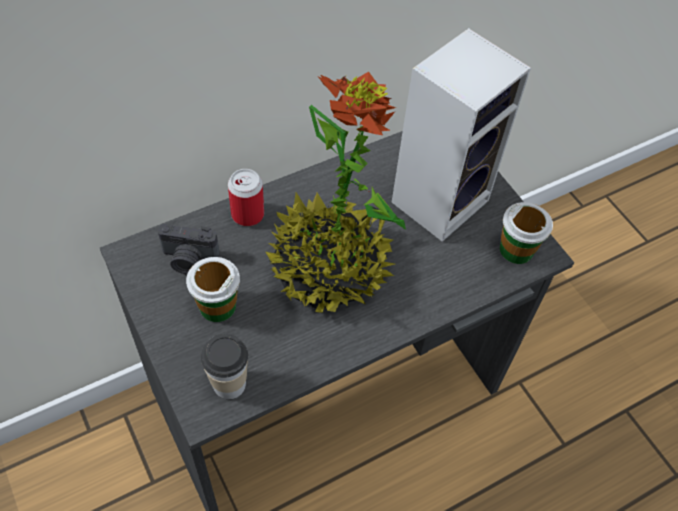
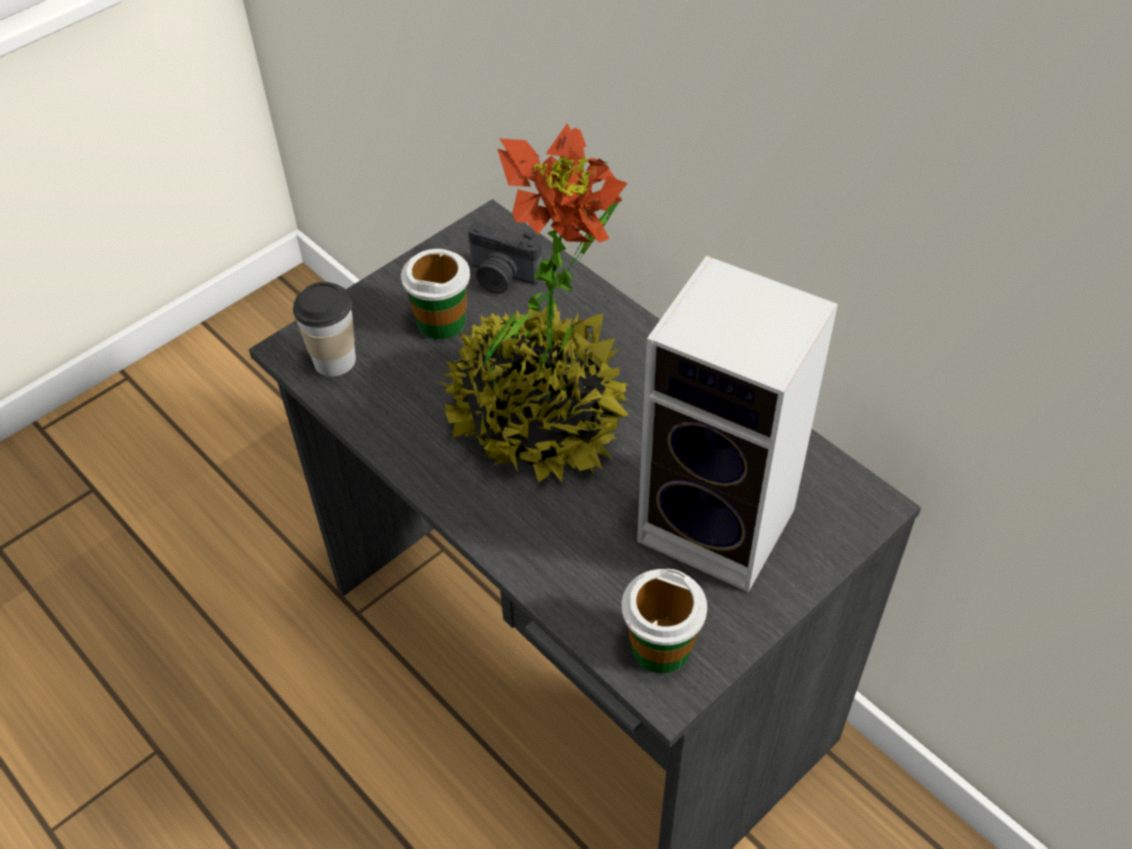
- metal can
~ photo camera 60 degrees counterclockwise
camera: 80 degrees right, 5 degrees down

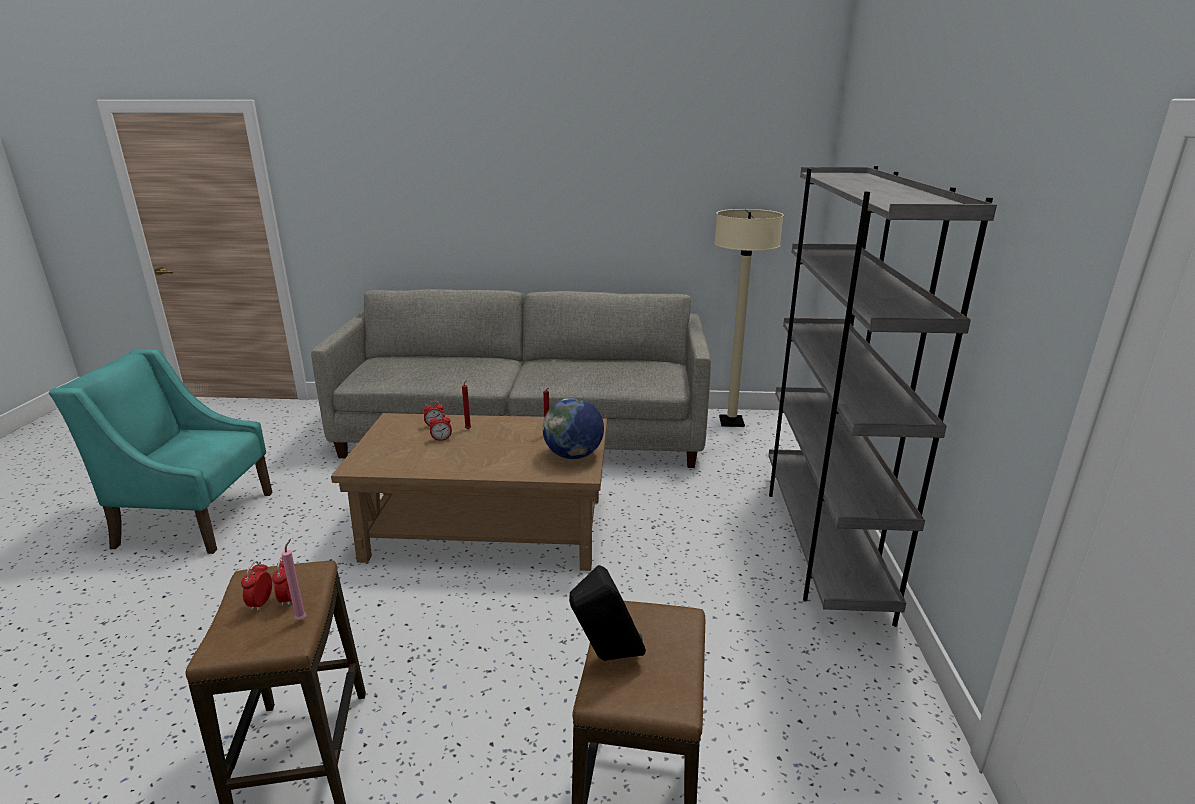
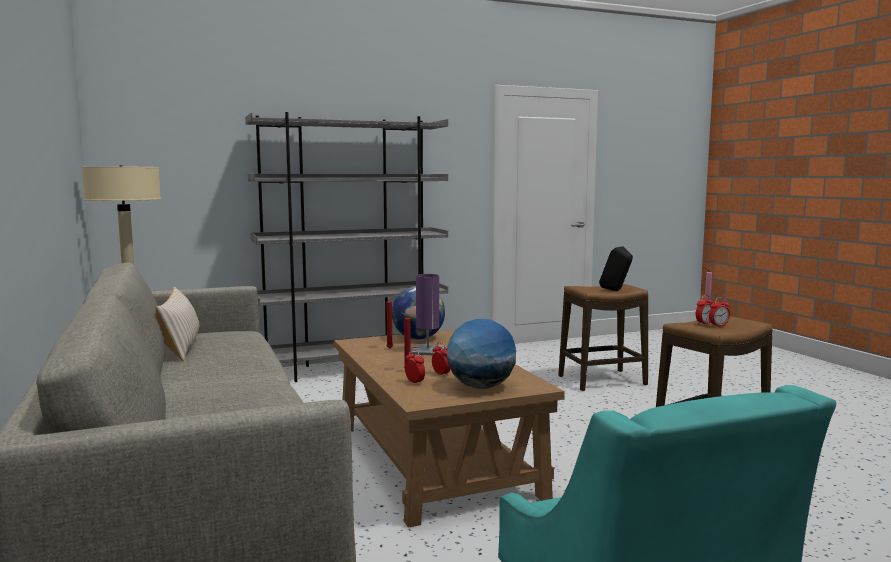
+ sand-coloured cushion
+ purplish table lamp
+ world globe (no. 2 from left)
camera: 115 degrees left, 15 degrees down

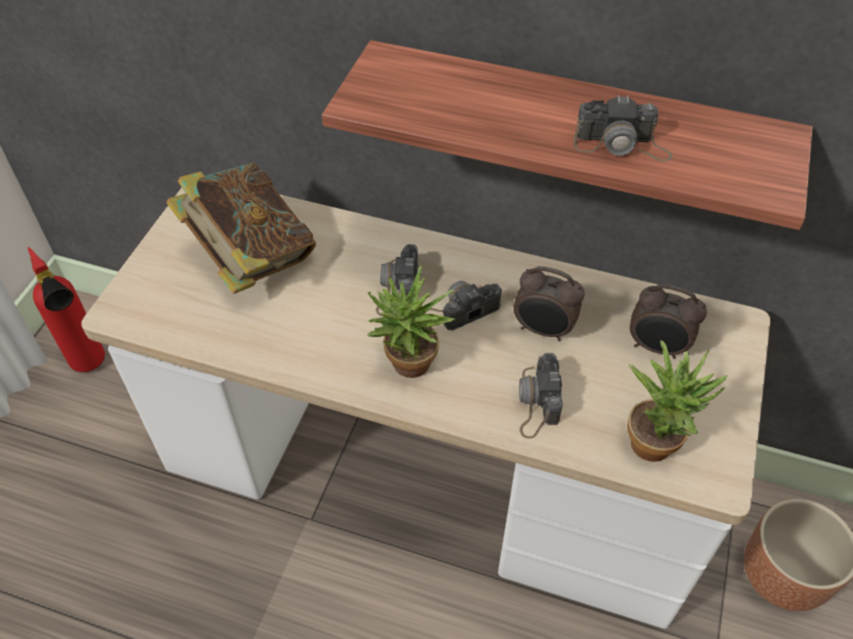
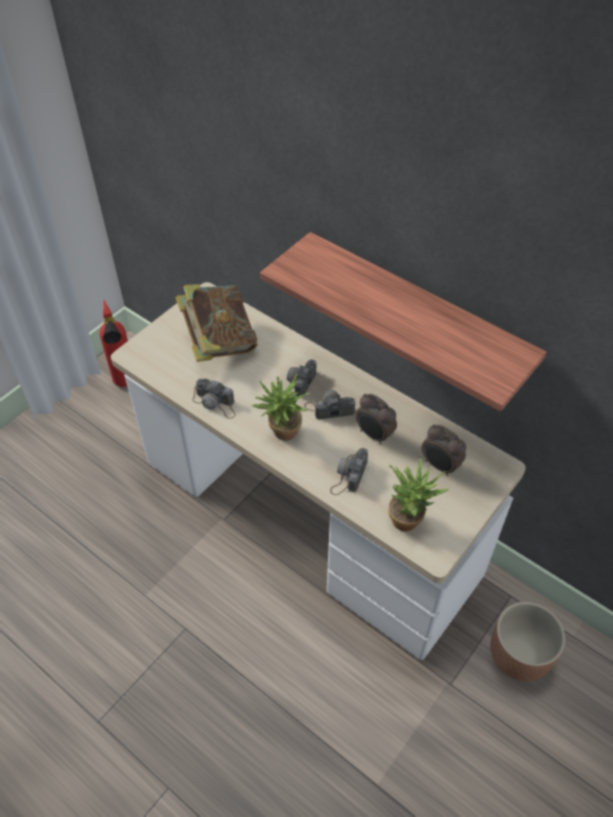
~ photo camera (no. 4 from left in the first image) to photo camera (no. 1 from left)
camera: 20 degrees right, 0 degrees up

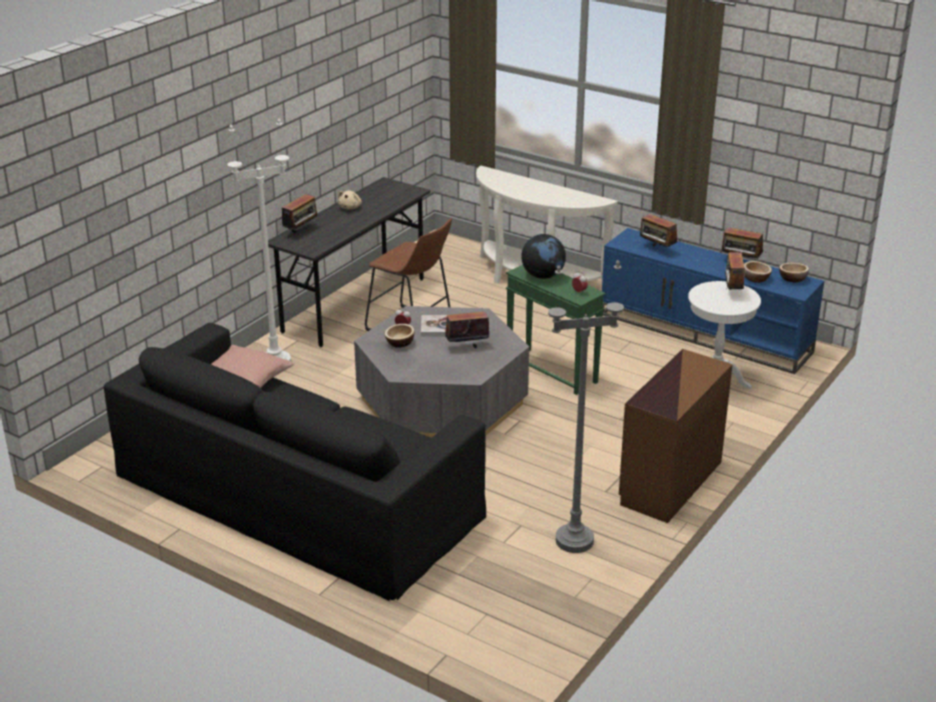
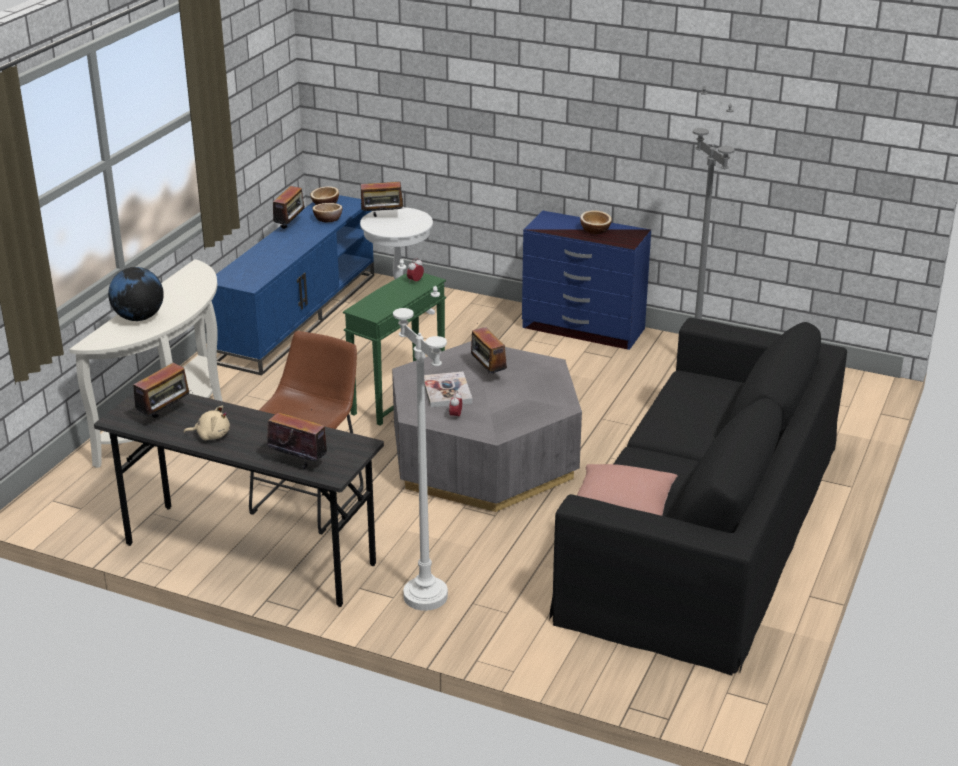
~ bowl (no. 1 from left in the first image) to bowl (no. 3 from left)
~ world globe
~ radio set (no. 3 from left in the first image) to radio set (no. 1 from left)
~ brown-coloured chest of drawers to blue chest of drawers
camera: 100 degrees left, 0 degrees up

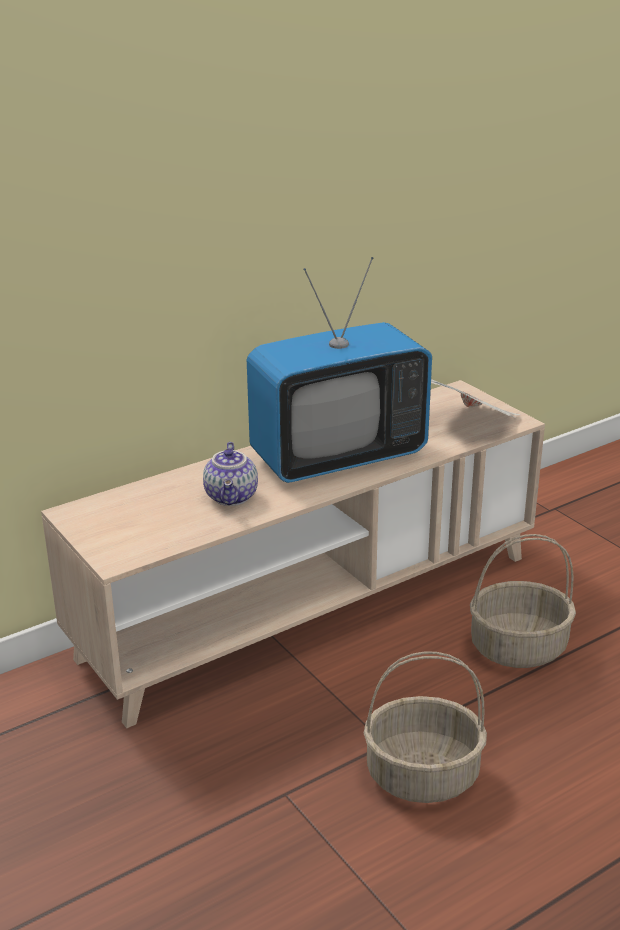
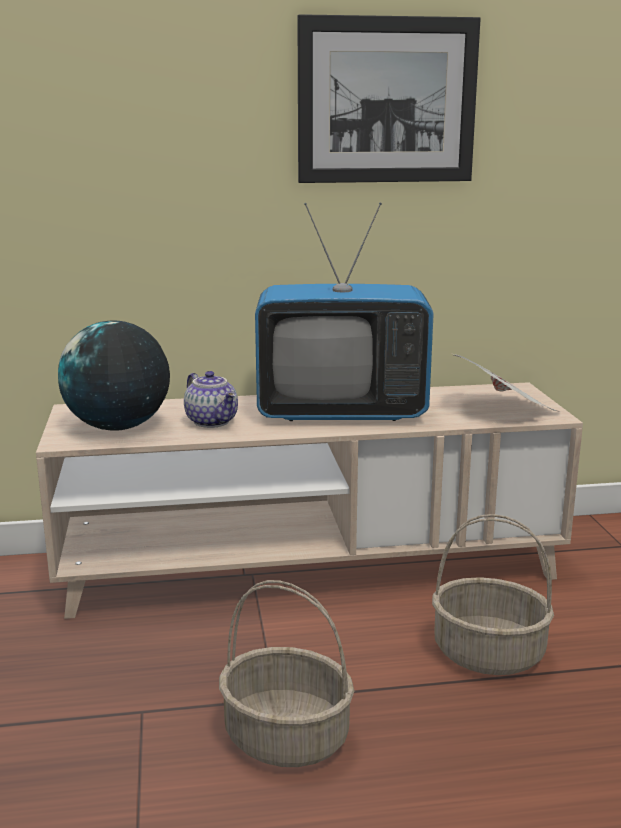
+ world globe
+ wall picture
~ teapot 60 degrees counterclockwise
camera: 25 degrees right, 10 degrees down

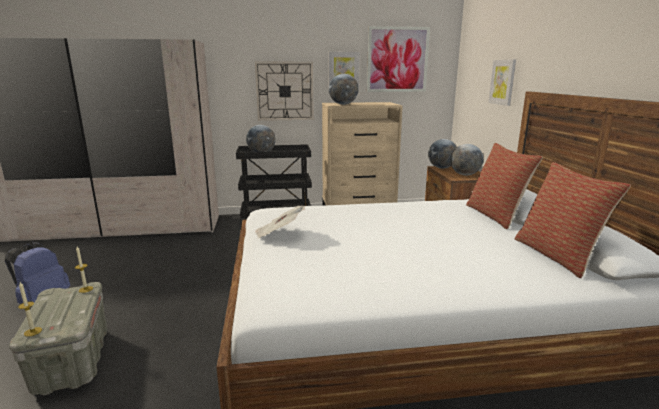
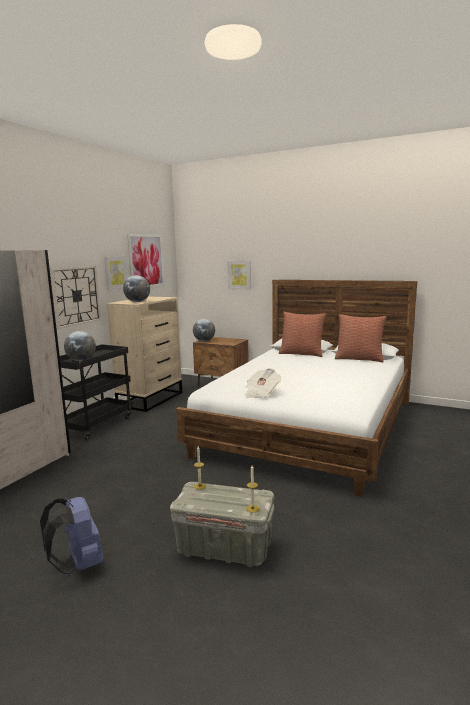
- world globe (no. 4 from left)
camera: 55 degrees left, 5 degrees down

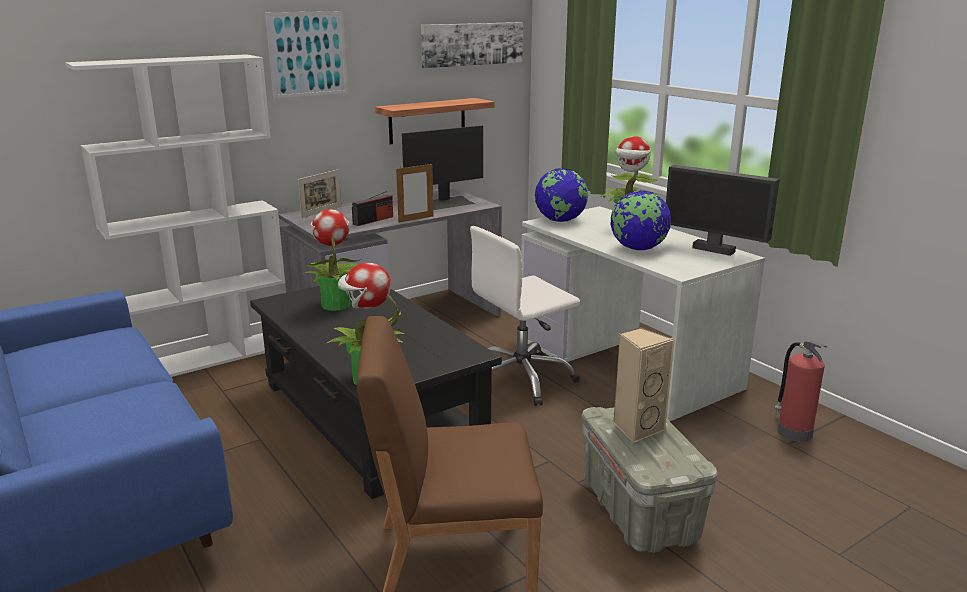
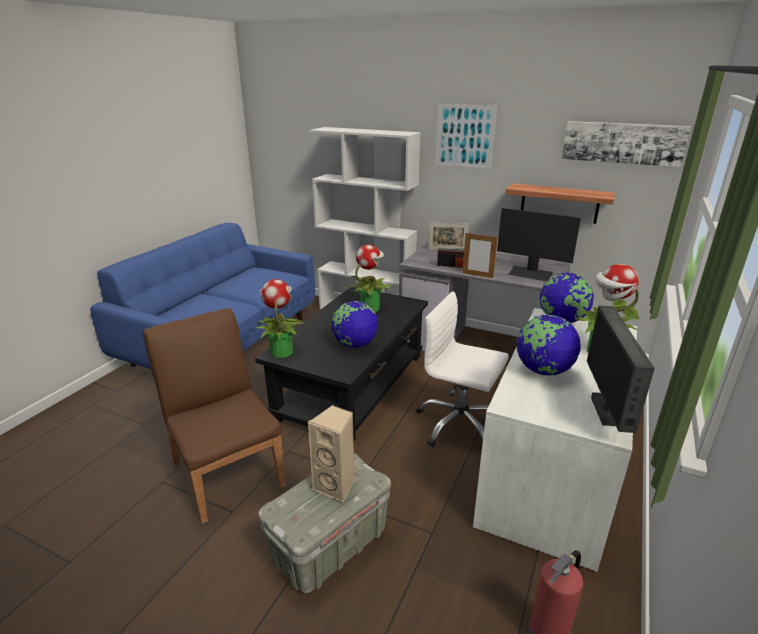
+ world globe (no. 1 from left)
camera: 60 degrees right, 5 degrees up

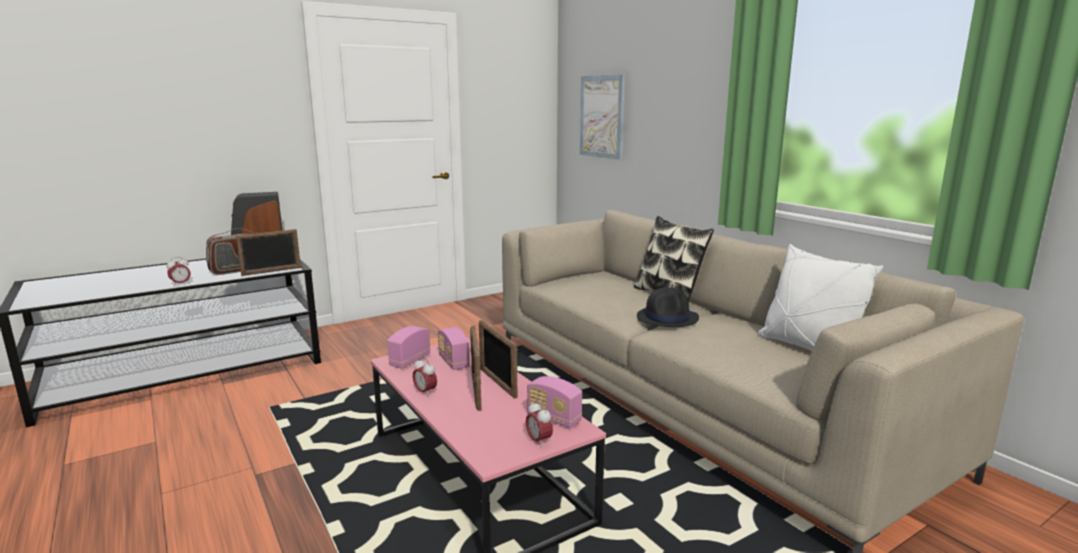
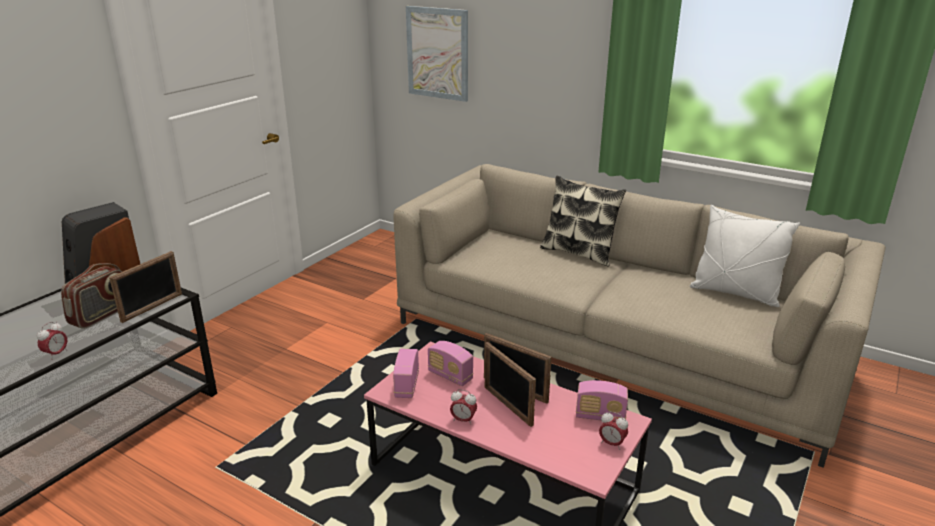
- black-coloured hat
camera: 25 degrees left, 10 degrees up

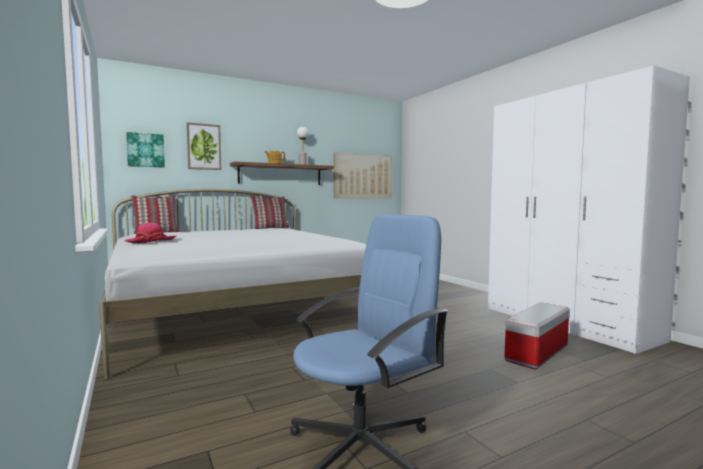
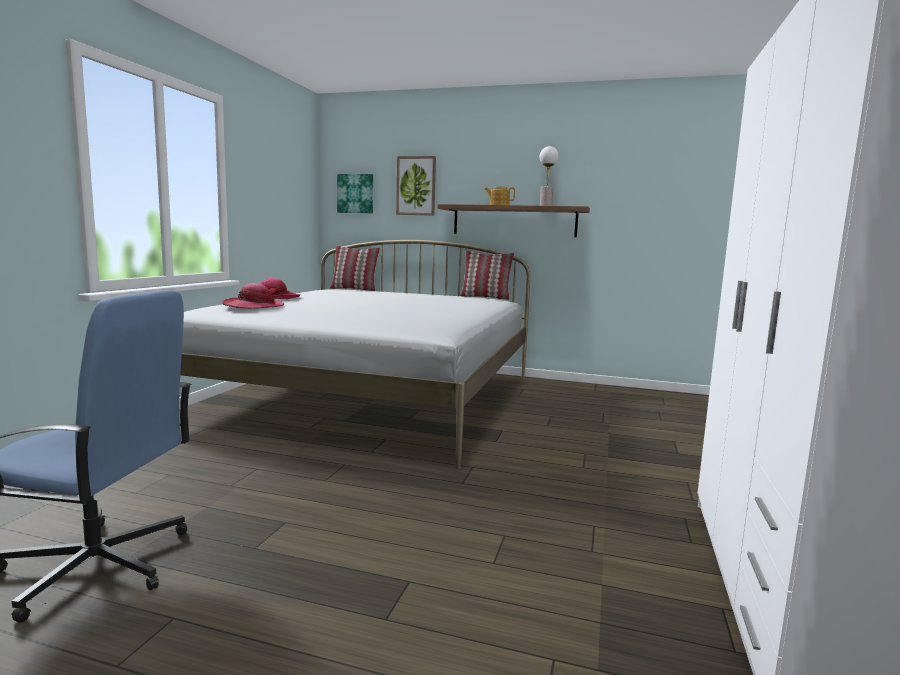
- wall picture (no. 3 from left)
- storage container
+ hat (no. 1 from left)
camera: 45 degrees right, 5 degrees up

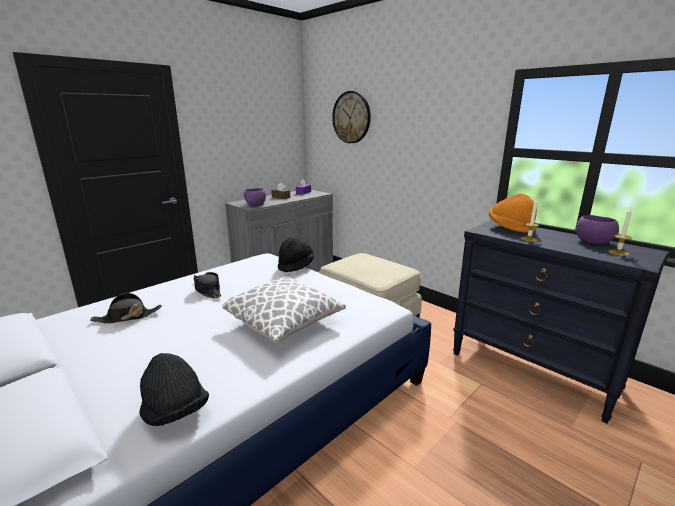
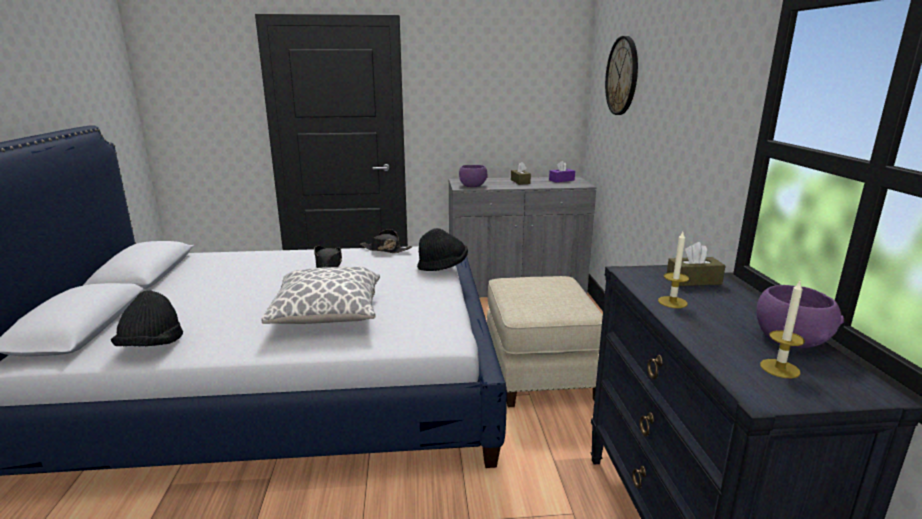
~ black-coloured hat (no. 1 from left in the first image) to black-coloured hat (no. 3 from left)
~ orange-coloured hat to brown-coloured tissue box (no. 2 from left)
camera: 40 degrees right, 0 degrees up

